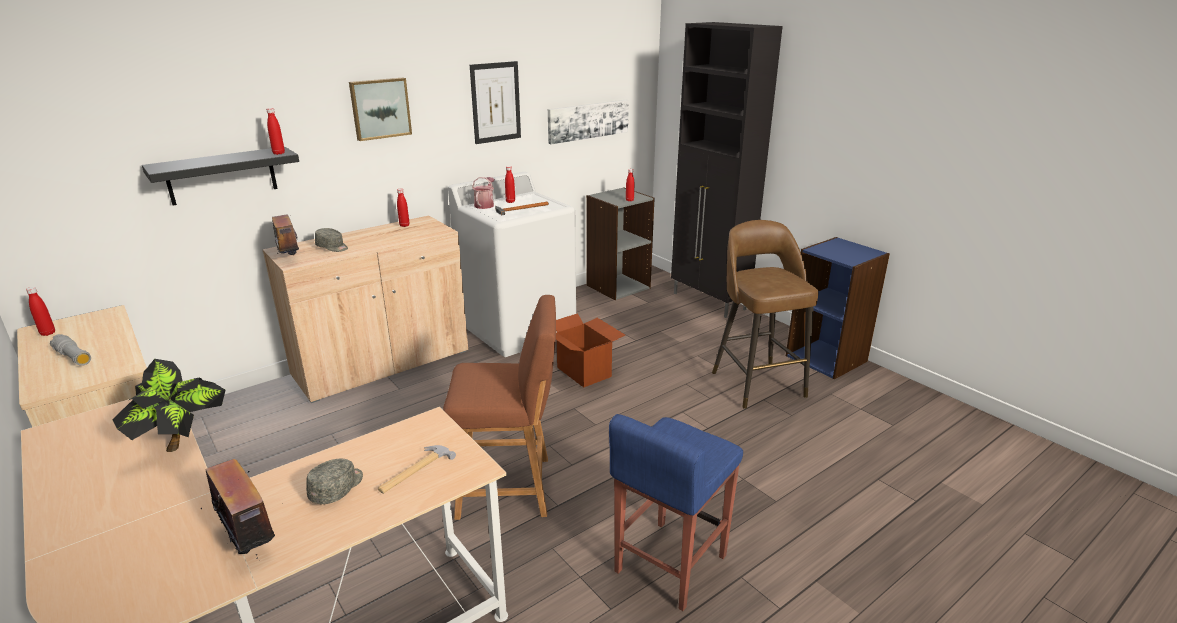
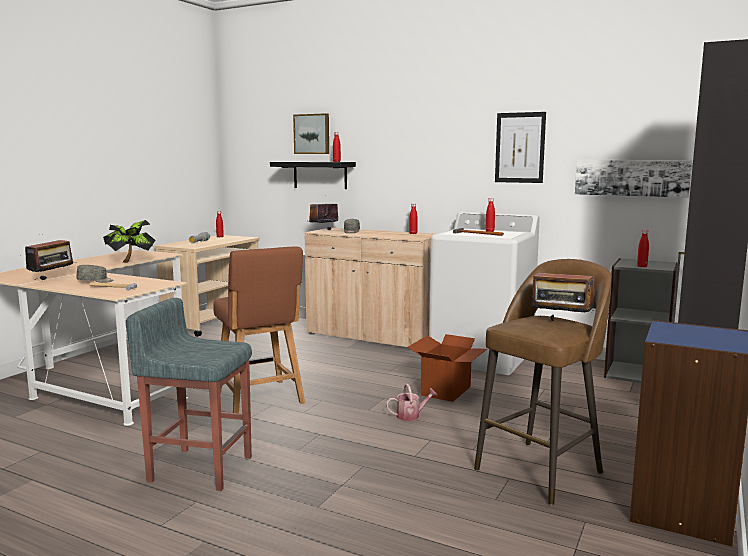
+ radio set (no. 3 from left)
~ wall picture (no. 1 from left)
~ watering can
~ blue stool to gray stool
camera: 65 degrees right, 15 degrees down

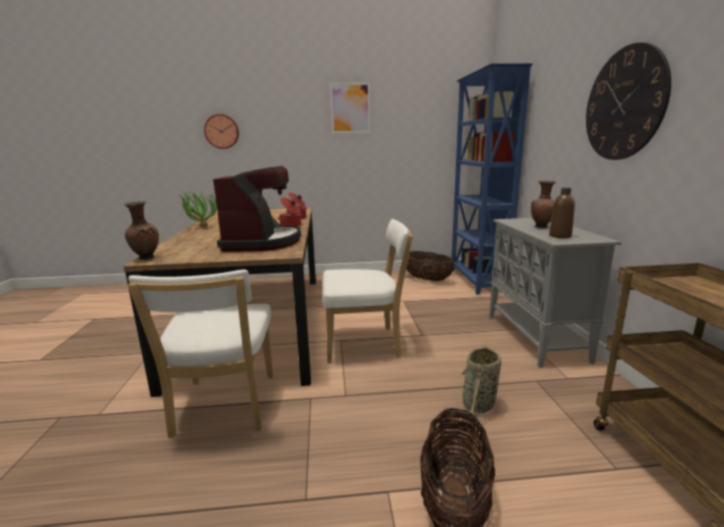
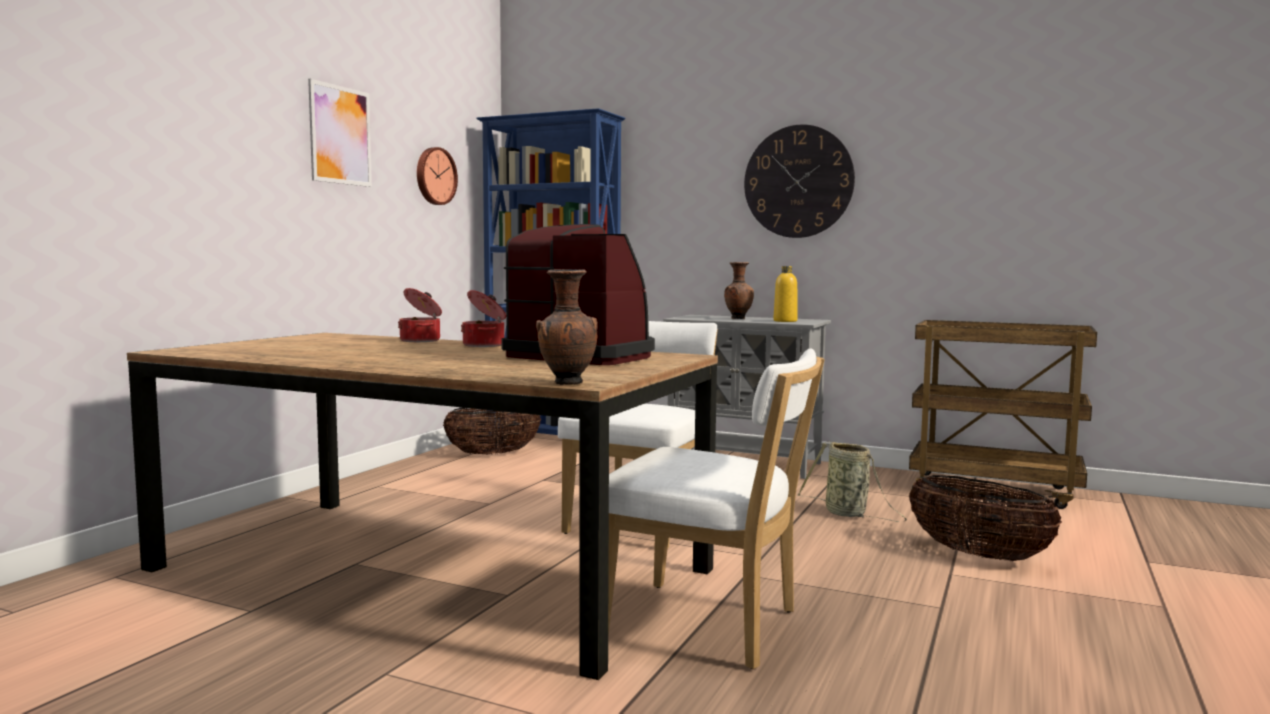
- plant in a pot
~ wall clock (no. 1 from left)
~ brown-coloured beverage bottle to yellowish beverage bottle
camera: 60 degrees left, 10 degrees down

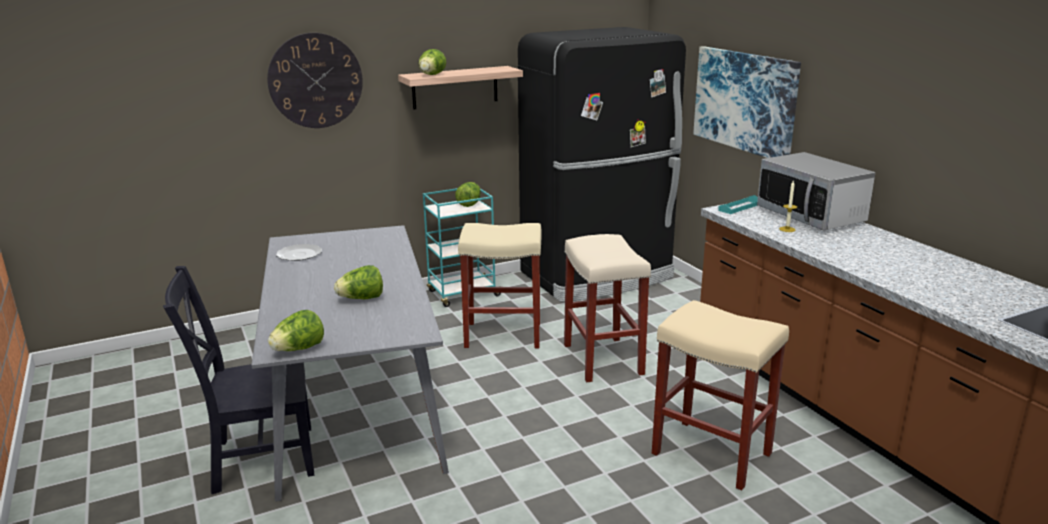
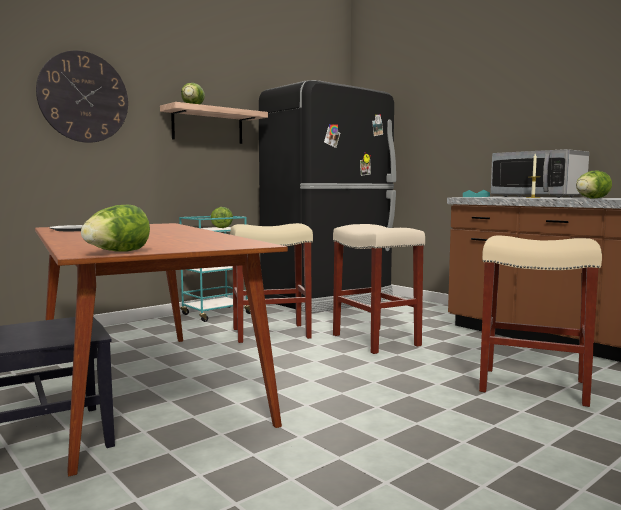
- wall picture
~ lettuce (no. 2 from left in the first image) to lettuce (no. 4 from left)
~ gray dinner table to brown-coloured dinner table
camera: 15 degrees left, 15 degrees down

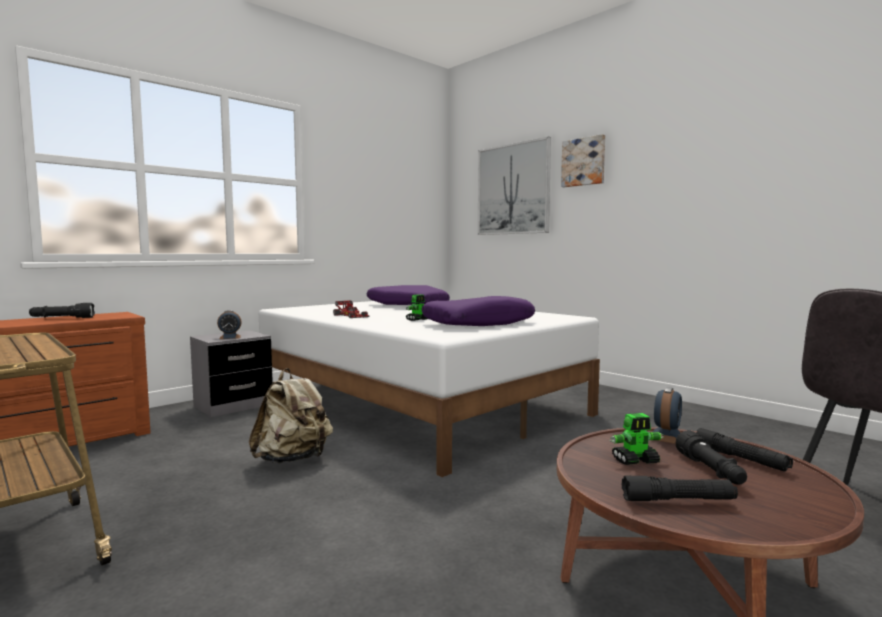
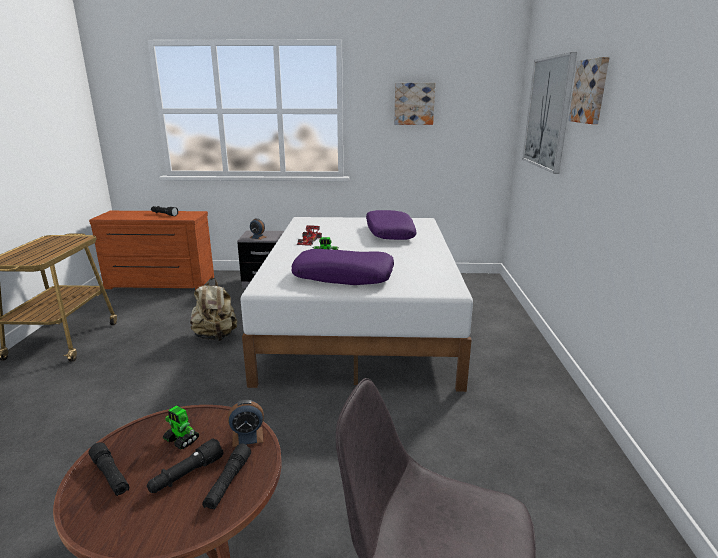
+ wall picture (no. 1 from left)
camera: 45 degrees right, 15 degrees up

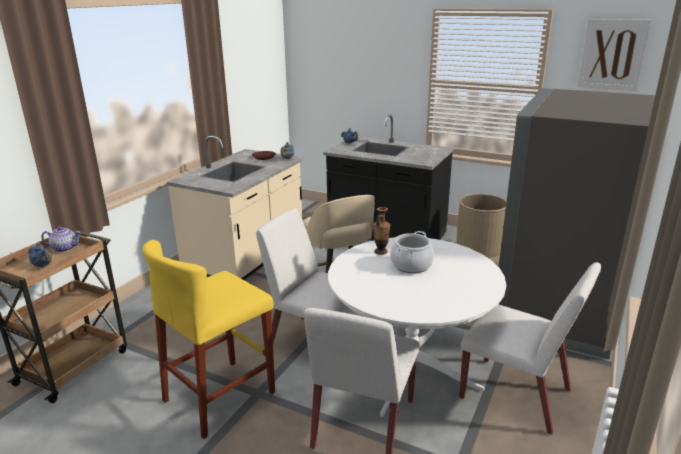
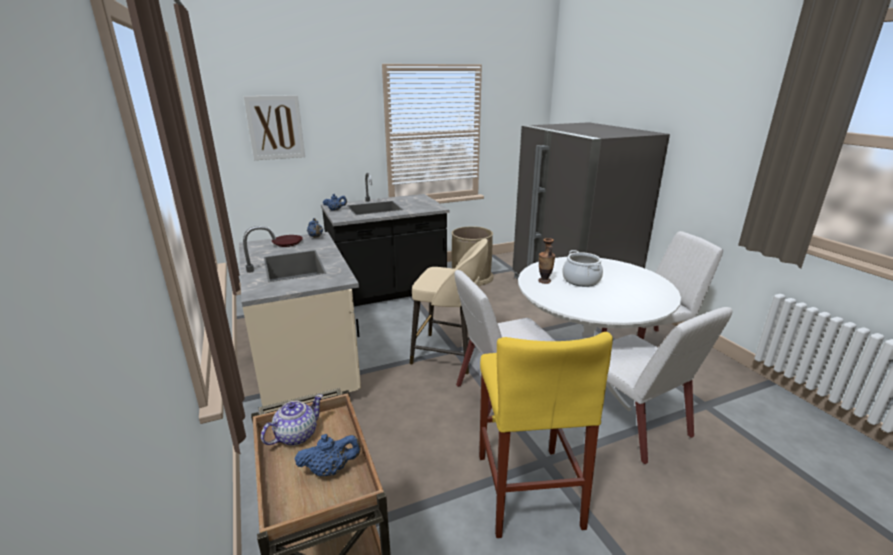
~ wall picture
camera: 50 degrees left, 0 degrees up

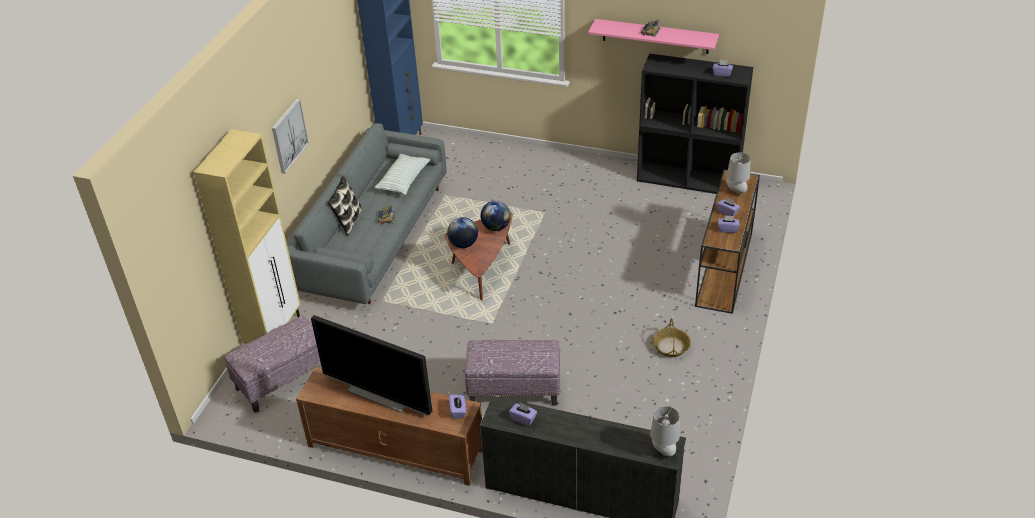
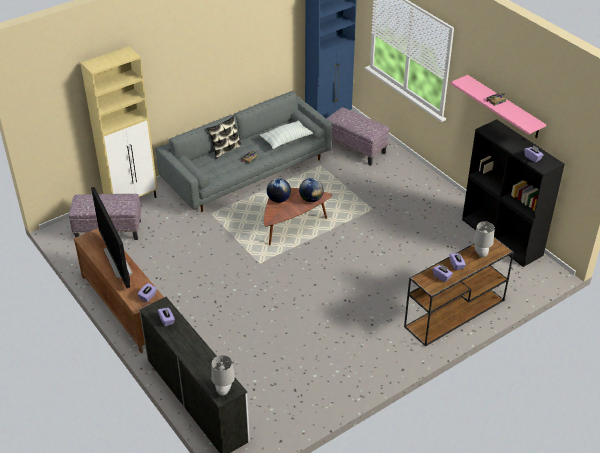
- wall picture
- household basket
~ ottoman (no. 2 from left)
camera: 35 degrees right, 0 degrees up

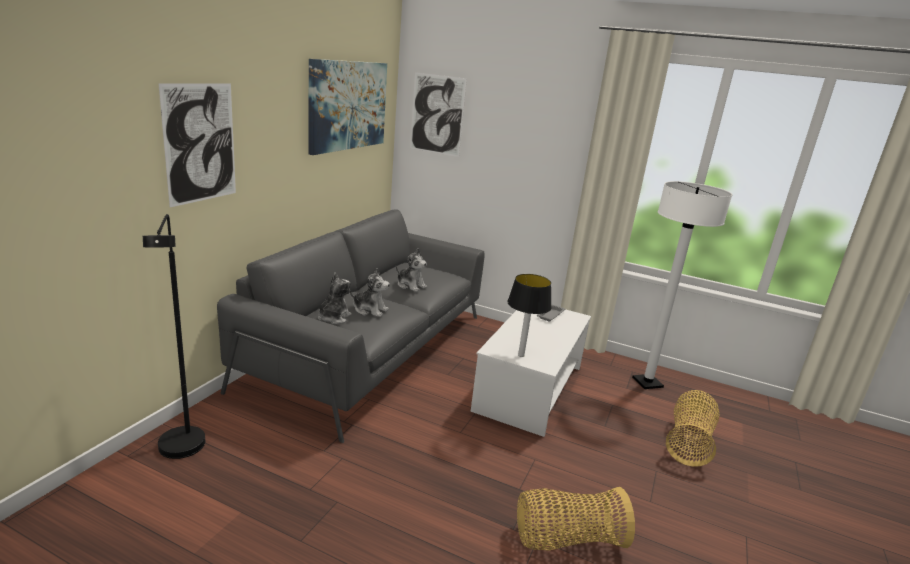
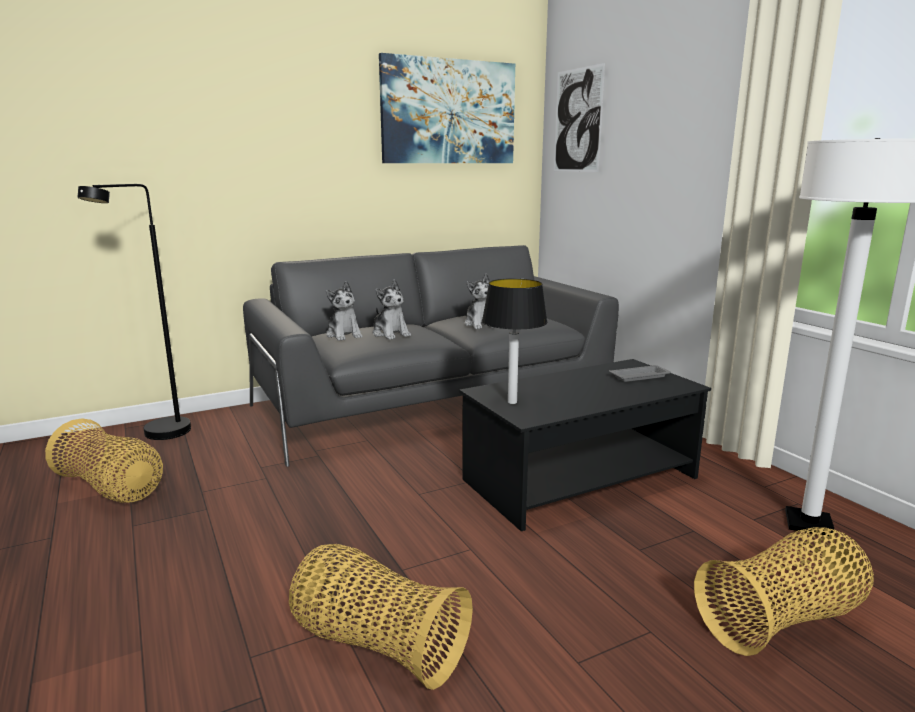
- wall picture (no. 1 from left)
+ household basket (no. 1 from left)
~ white lounge table to black-coloured lounge table
~ cuddly toy (no. 1 from left) 90 degrees clockwise
camera: 40 degrees right, 5 degrees down

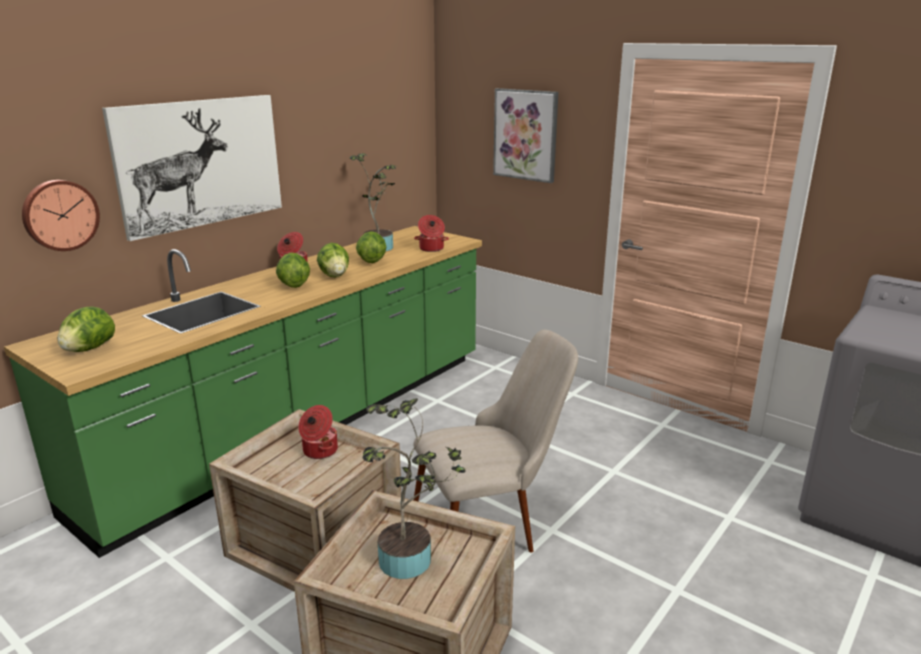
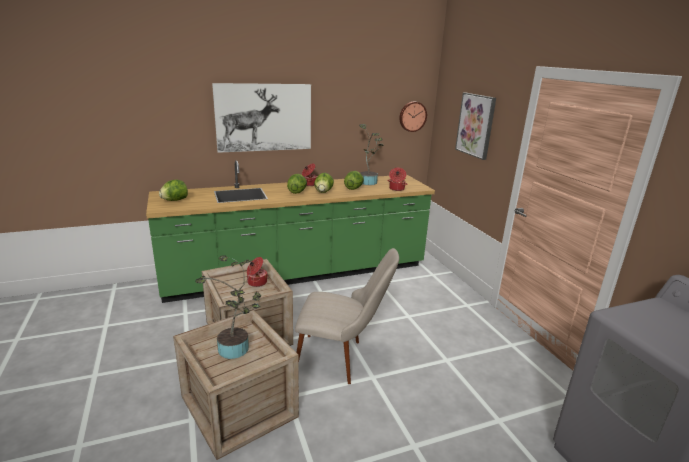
~ wall clock
camera: 30 degrees right, 0 degrees up

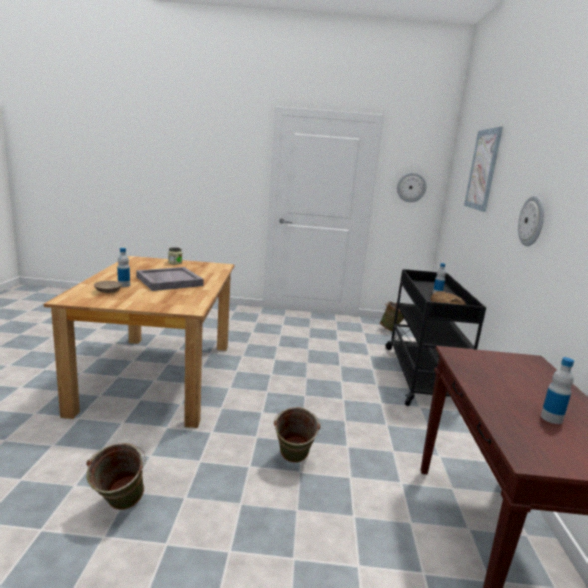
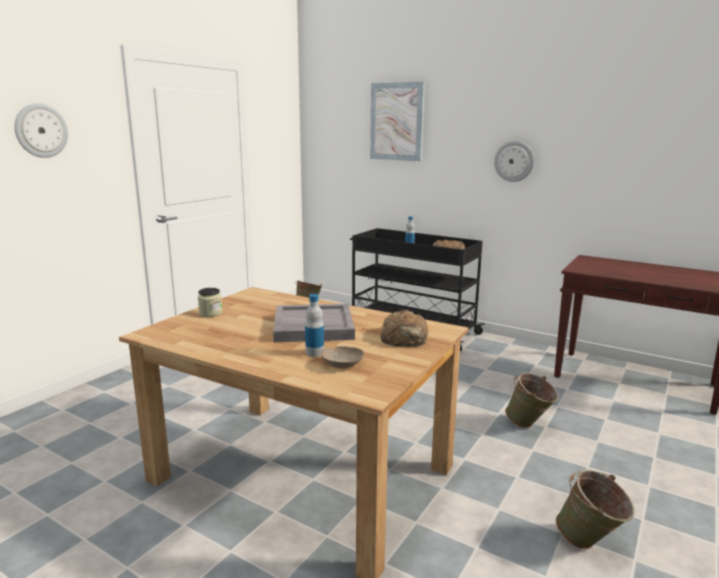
- beverage bottle (no. 3 from left)
+ baked bread (no. 1 from left)
~ wall clock (no. 1 from left)
camera: 60 degrees left, 0 degrees up

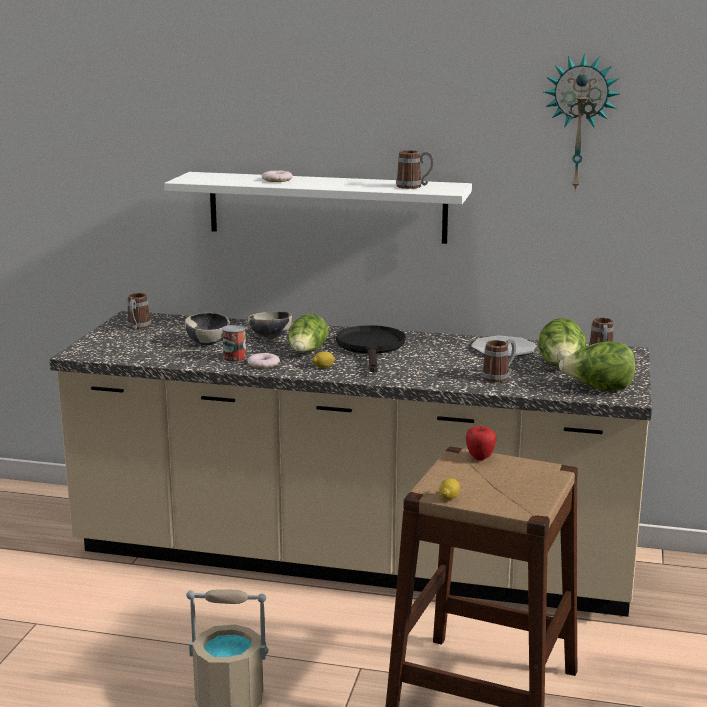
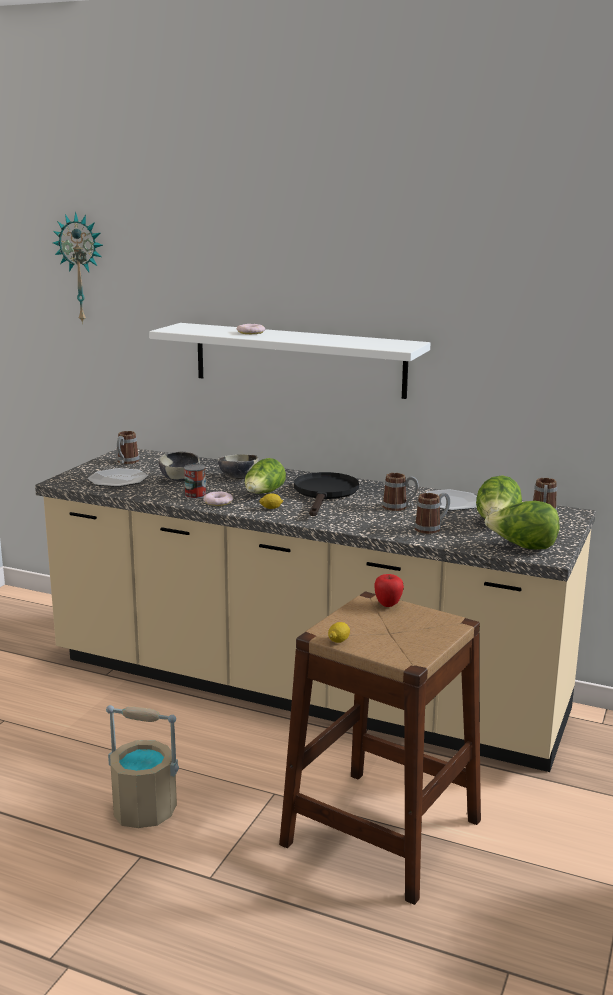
+ flat dish (no. 1 from left)
~ coffee mug (no. 2 from left)
~ wall clock
camera: 10 degrees right, 0 degrees up

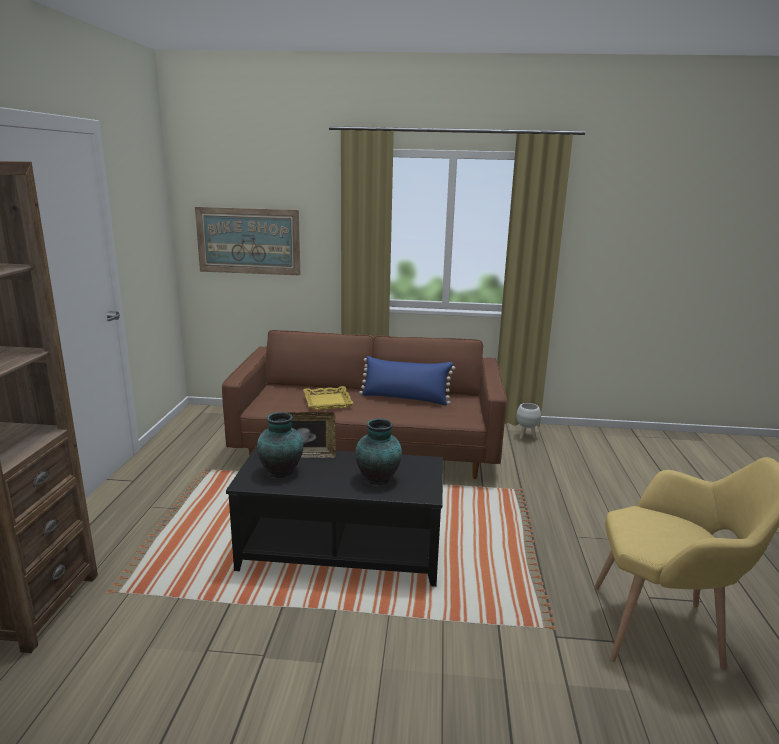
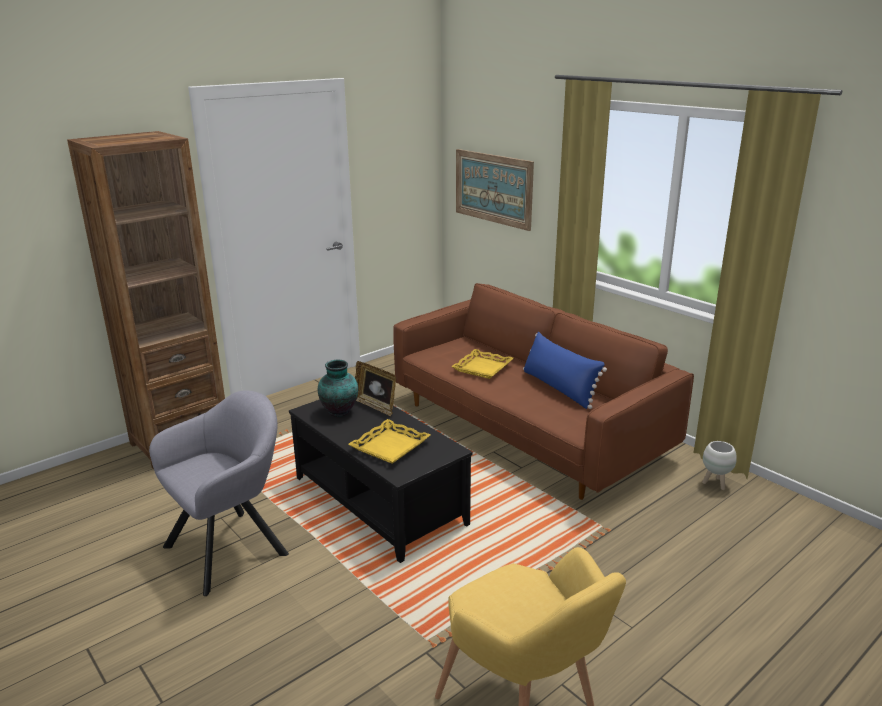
+ gray armchair
~ flower vase (no. 2 from left) to yellowish tray (no. 1 from left)
camera: 45 degrees right, 5 degrees up

